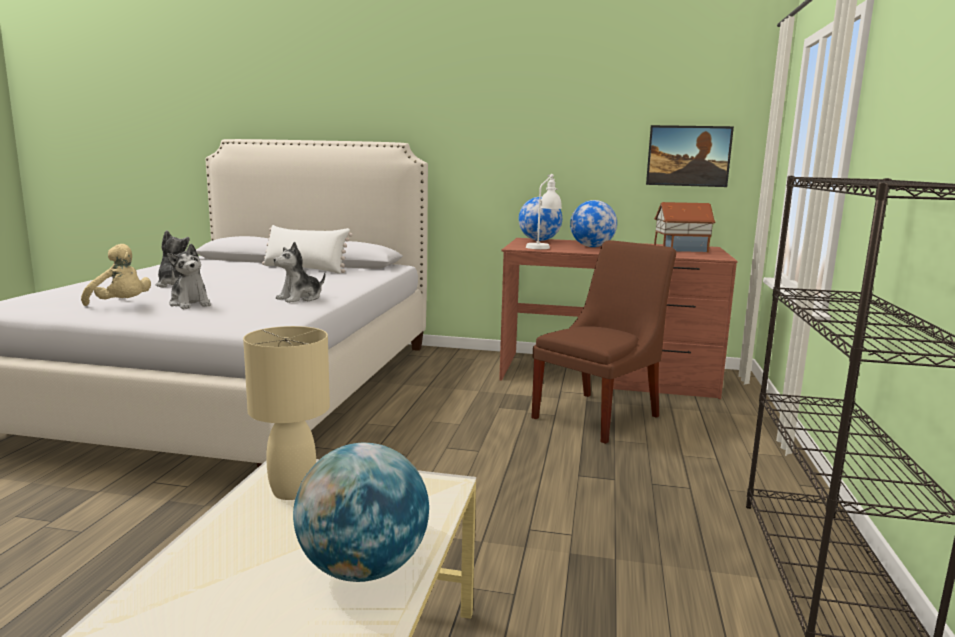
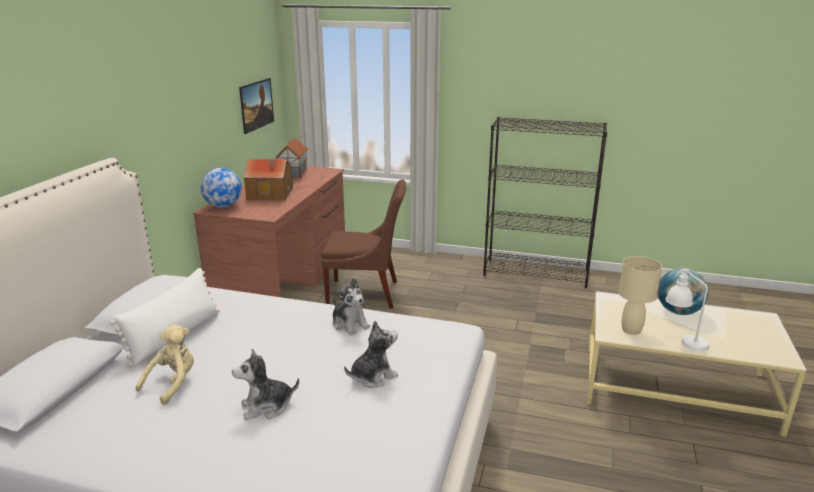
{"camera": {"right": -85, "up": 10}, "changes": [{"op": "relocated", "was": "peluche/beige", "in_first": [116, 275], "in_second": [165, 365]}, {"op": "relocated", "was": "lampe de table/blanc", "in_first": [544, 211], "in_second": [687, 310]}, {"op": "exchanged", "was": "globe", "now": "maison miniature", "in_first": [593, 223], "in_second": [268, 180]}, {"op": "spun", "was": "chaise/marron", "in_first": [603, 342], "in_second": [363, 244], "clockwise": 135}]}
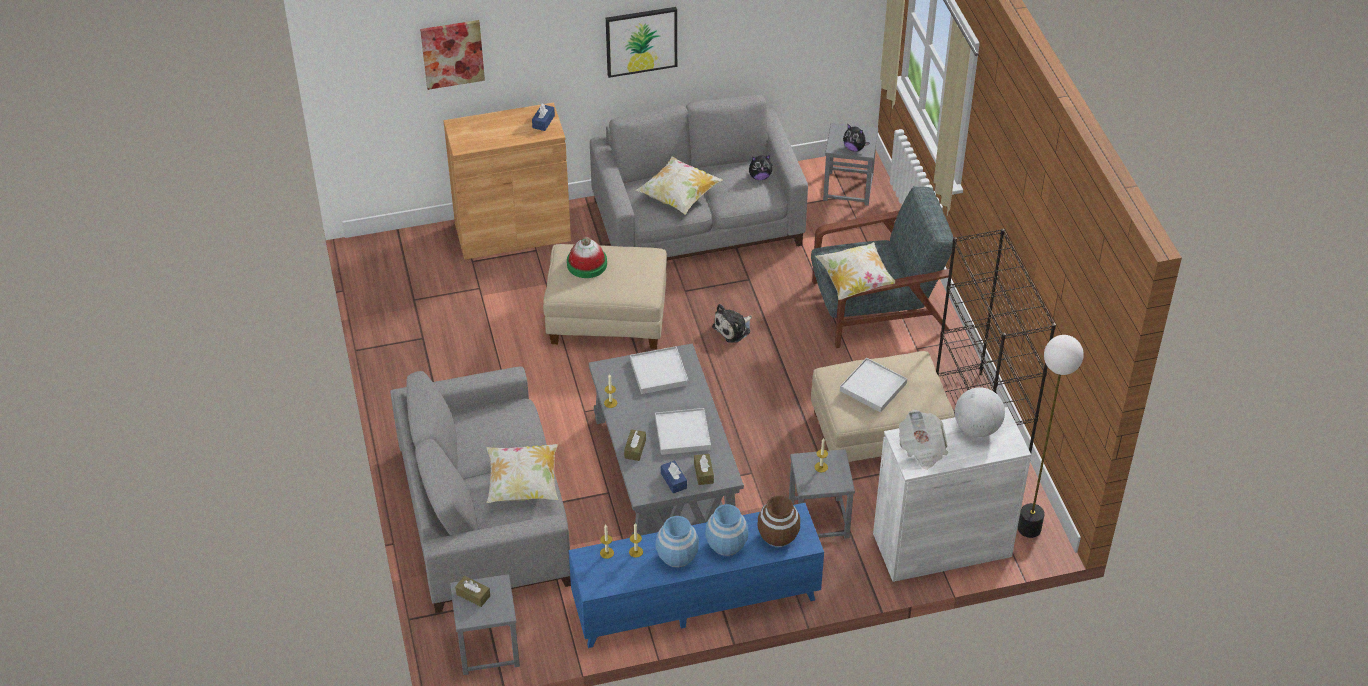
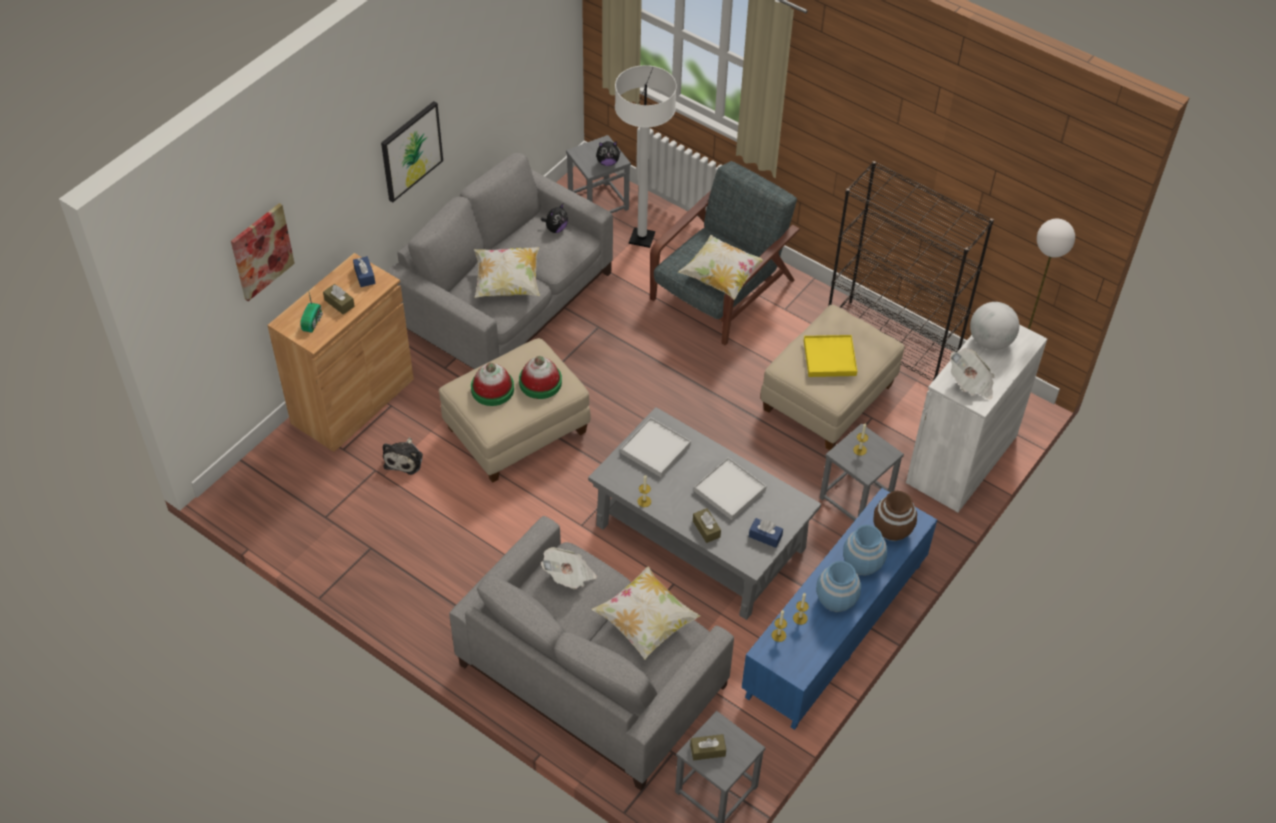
{"camera": {"right": -40, "up": 5}, "changes": [{"op": "appeared", "now": "radio", "in_second": [311, 311]}, {"op": "appeared", "now": "chapeau", "in_second": [540, 377]}, {"op": "appeared", "now": "journal", "in_second": [569, 568]}, {"op": "appeared", "now": "lampadaire/blanc", "in_second": [646, 156]}, {"op": "relocated", "was": "boîte à mouchoirs/marron", "in_first": [704, 469], "in_second": [339, 299]}, {"op": "relocated", "was": "peluche", "in_first": [732, 323], "in_second": [403, 456]}, {"op": "colour", "was": "plateau/blanc", "now": "plateau/jaune", "in_first": [873, 385], "in_second": [830, 356]}]}
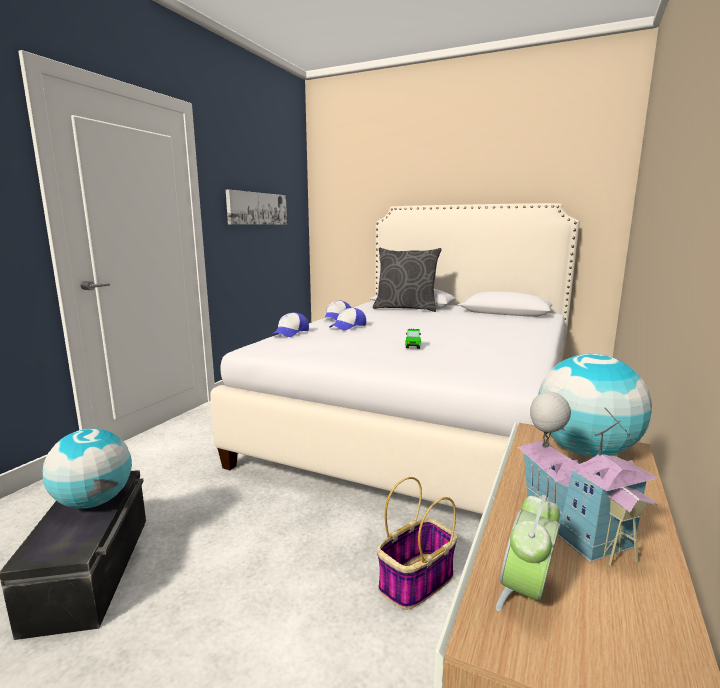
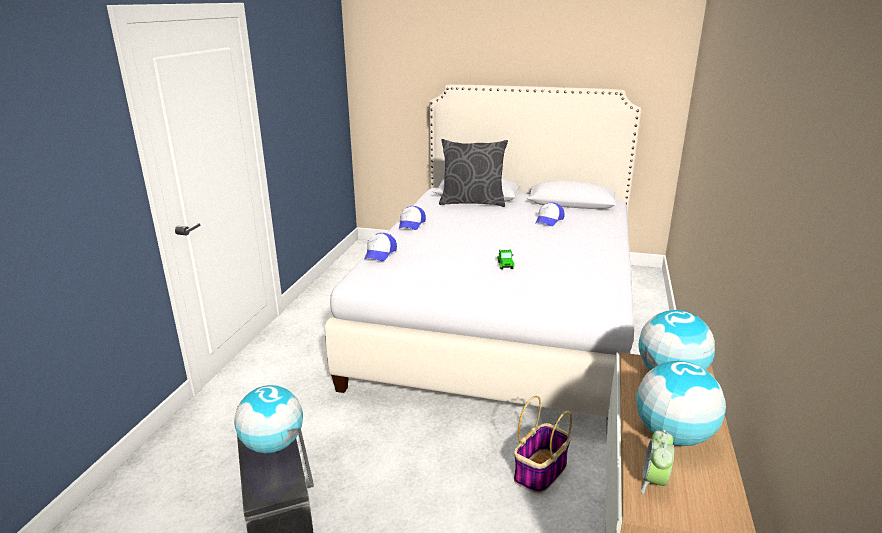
{"camera": {"right": -10, "up": 10}, "changes": [{"op": "missing", "was": "tableau", "in_first": [256, 207]}, {"op": "relocated", "was": "casquette", "in_first": [347, 319], "in_second": [550, 214]}, {"op": "exchanged", "was": "maison miniature", "now": "globe", "in_first": [588, 478], "in_second": [681, 403]}]}
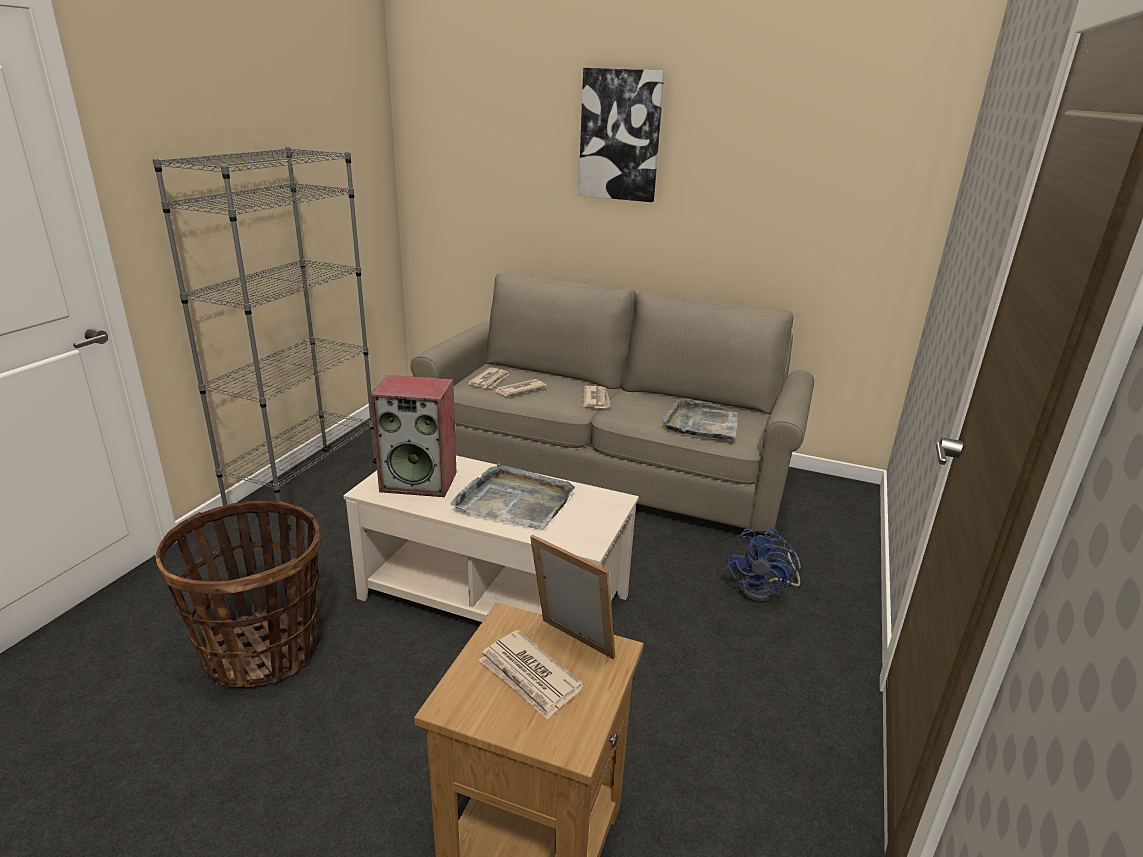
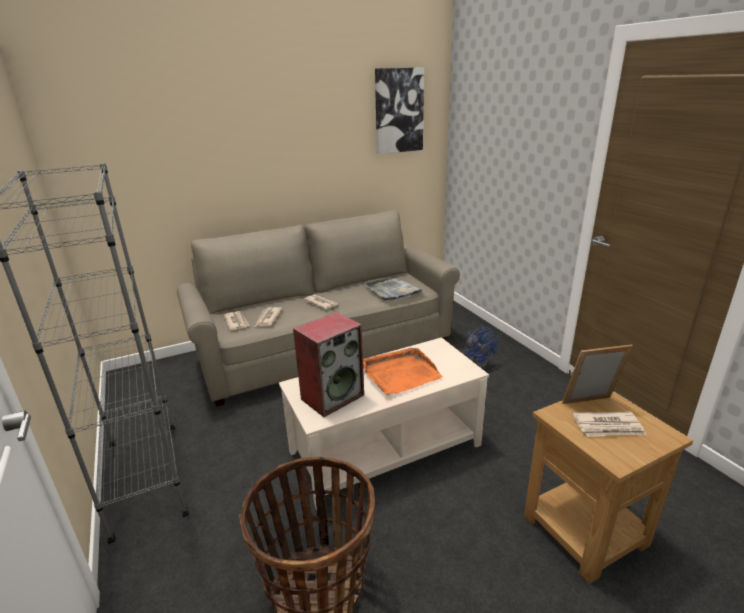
{"camera": {"right": -45, "up": 0}, "changes": [{"op": "relocated", "was": "tableau", "in_first": [621, 135], "in_second": [399, 110]}, {"op": "colour", "was": "plateau/gris", "now": "plateau/orange", "in_first": [512, 496], "in_second": [403, 371]}]}
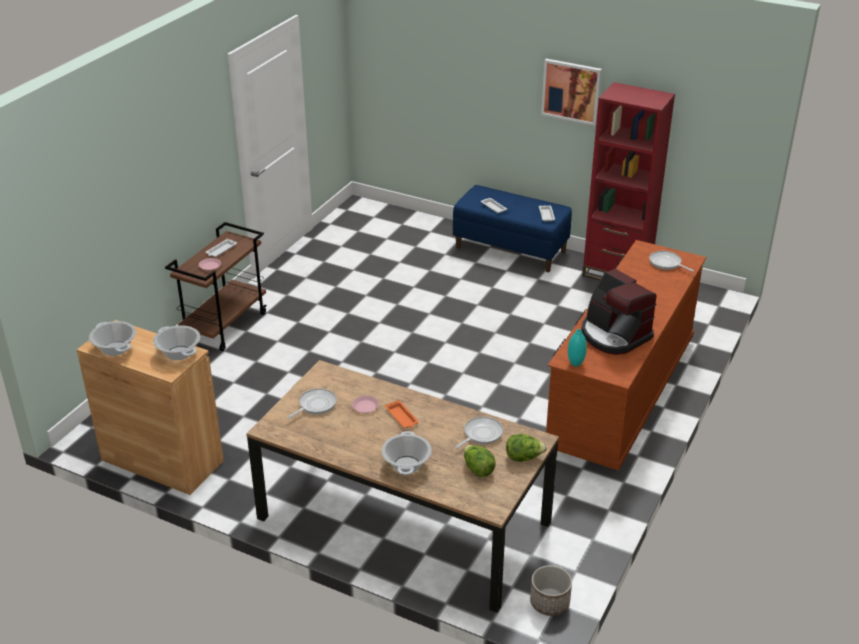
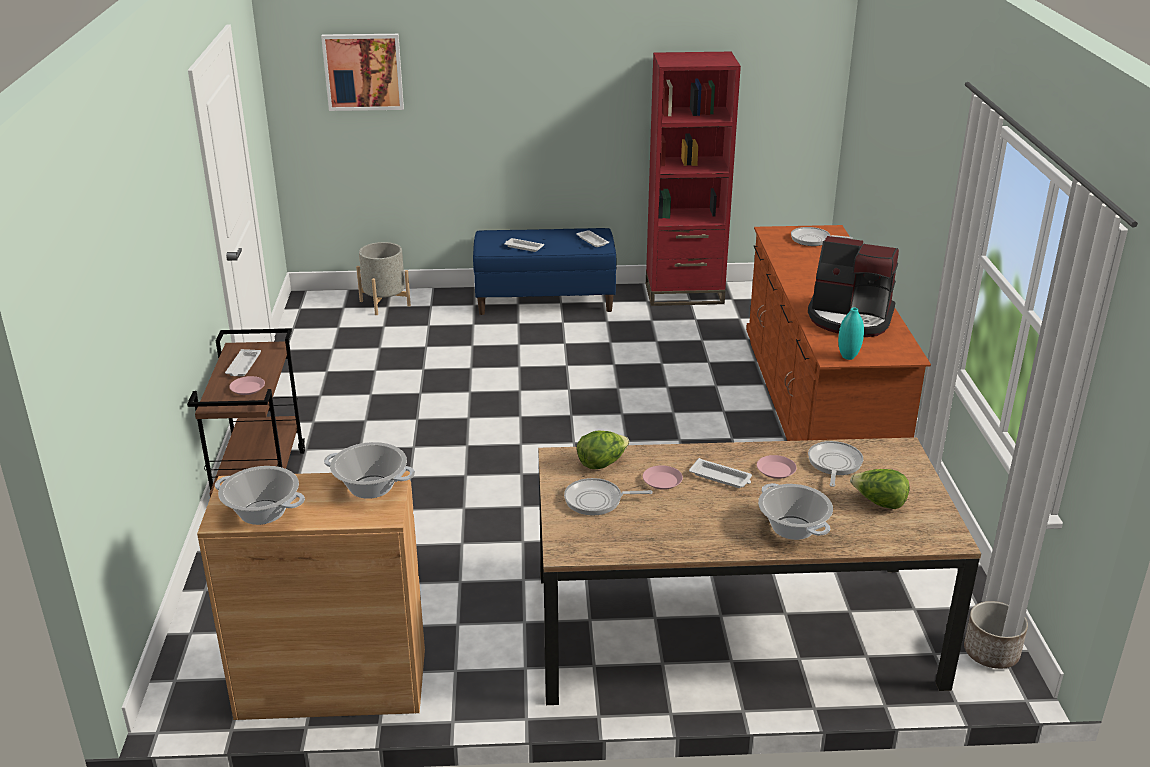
{"camera": {"right": -30, "up": -5}, "changes": [{"op": "appeared", "now": "cache-pot/gris", "in_second": [383, 278]}, {"op": "appeared", "now": "assiette/rose", "in_second": [777, 467]}, {"op": "relocated", "was": "laitue", "in_first": [526, 448], "in_second": [603, 449]}, {"op": "relocated", "was": "tableau", "in_first": [571, 92], "in_second": [362, 72]}, {"op": "colour", "was": "plateau/orange", "now": "plateau/blanc", "in_first": [402, 414], "in_second": [720, 473]}, {"op": "spun", "was": "poêle", "in_first": [312, 403], "in_second": [608, 497], "clockwise": -105}]}
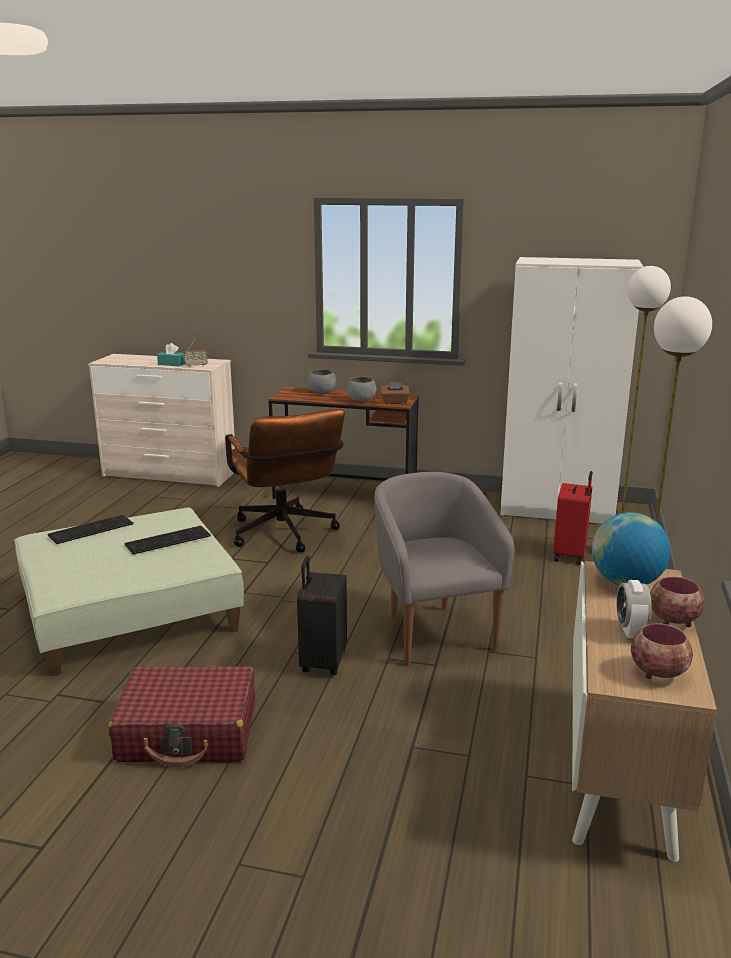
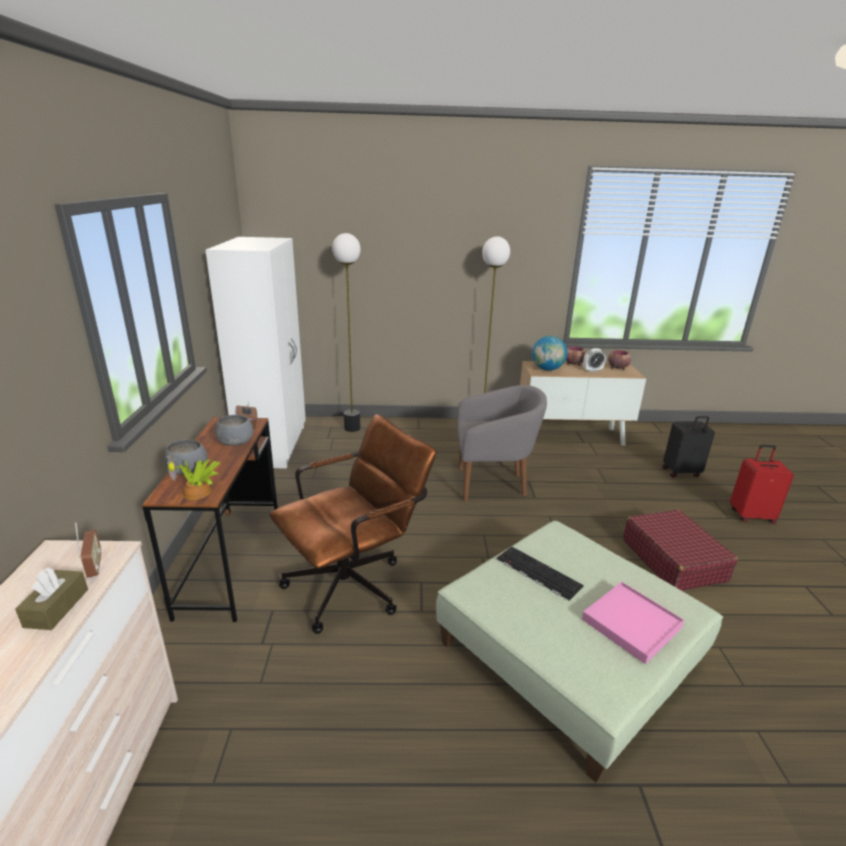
{"camera": {"right": -105, "up": 5}, "changes": [{"op": "missing", "was": "clavier", "in_first": [90, 529]}, {"op": "appeared", "now": "plante en pot", "in_second": [193, 476]}, {"op": "appeared", "now": "plateau/rose", "in_second": [633, 623]}, {"op": "relocated", "was": "valise/noir", "in_first": [322, 615], "in_second": [688, 446]}, {"op": "relocated", "was": "valise/rouge", "in_first": [573, 518], "in_second": [762, 484]}, {"op": "colour", "was": "boîte à mouchoirs/turquoise", "now": "boîte à mouchoirs/marron", "in_first": [171, 355], "in_second": [51, 598]}, {"op": "spun", "was": "fauteuil/gris", "in_first": [444, 569], "in_second": [502, 443], "clockwise": -150}]}
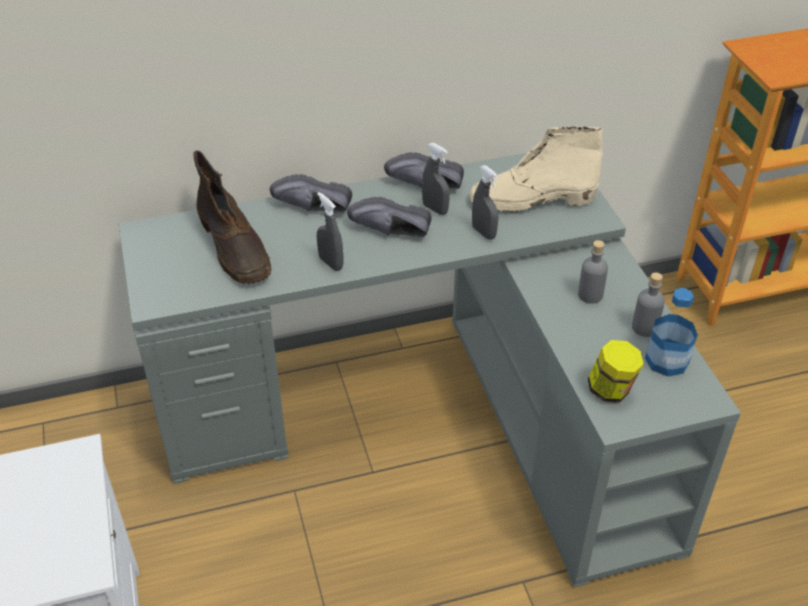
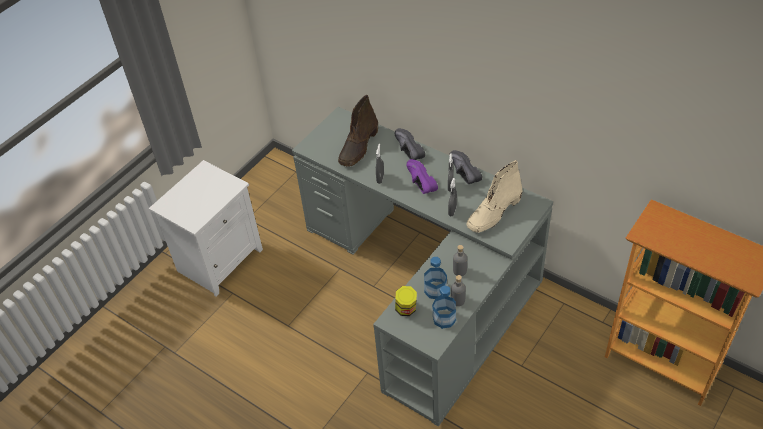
{"camera": {"right": 55, "up": 5}, "changes": [{"op": "appeared", "now": "bouteille", "in_second": [435, 278]}, {"op": "colour", "was": "chaussure/noir", "now": "chaussure/violet", "in_first": [389, 217], "in_second": [422, 176]}, {"op": "spun", "was": "botte/beige", "in_first": [536, 170], "in_second": [495, 196], "clockwise": -90}]}
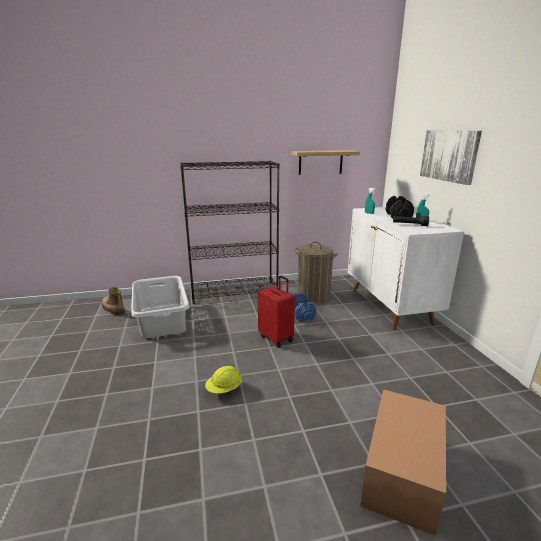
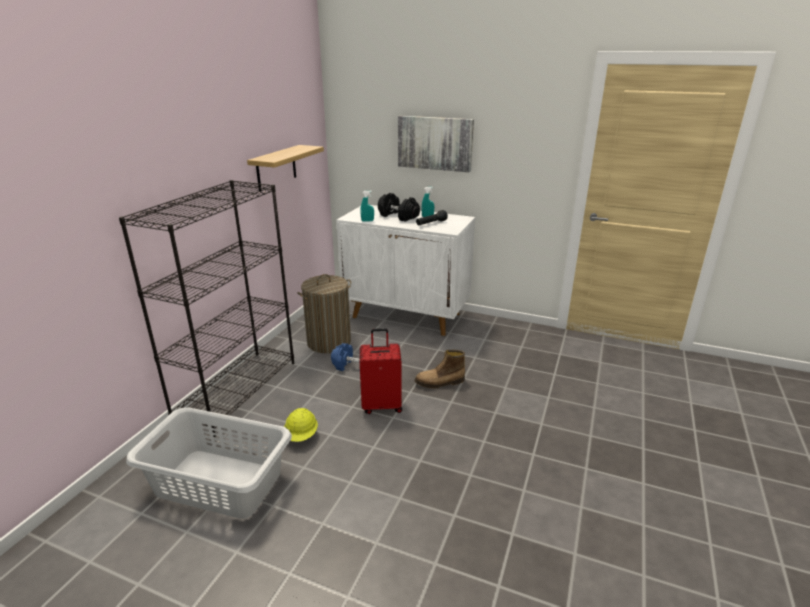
{"camera": {"right": -55, "up": 5}, "changes": [{"op": "missing", "was": "carton", "in_first": [403, 462]}, {"op": "relocated", "was": "botte", "in_first": [113, 301], "in_second": [440, 369]}, {"op": "relocated", "was": "casque de chantier/jaune", "in_first": [223, 380], "in_second": [301, 425]}]}
